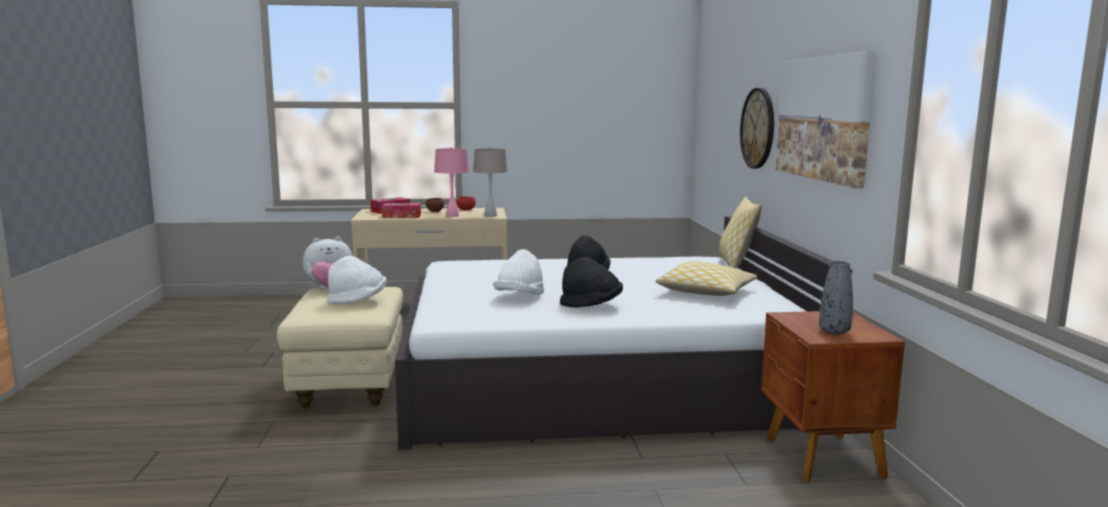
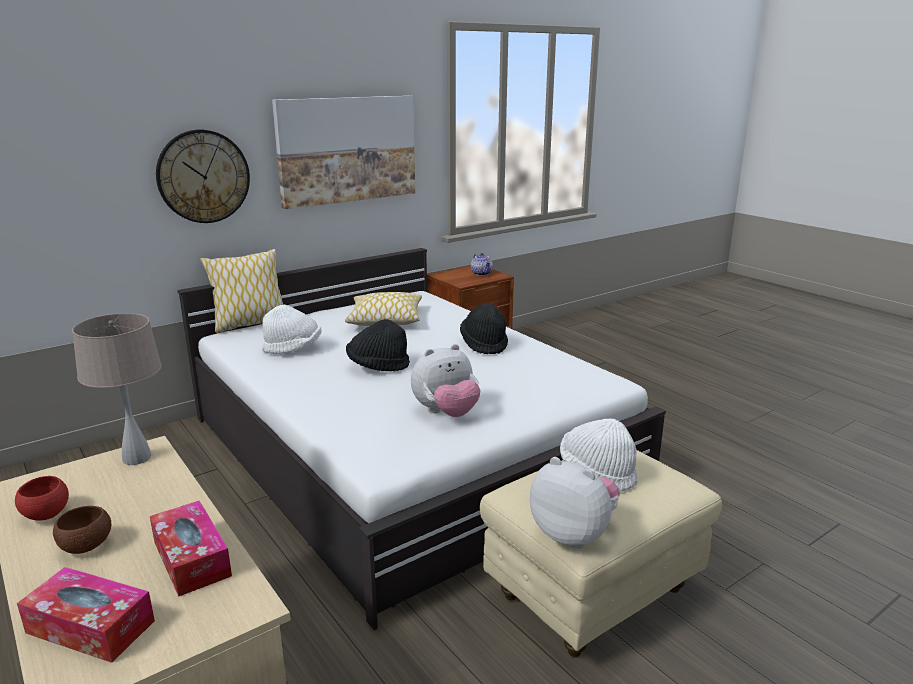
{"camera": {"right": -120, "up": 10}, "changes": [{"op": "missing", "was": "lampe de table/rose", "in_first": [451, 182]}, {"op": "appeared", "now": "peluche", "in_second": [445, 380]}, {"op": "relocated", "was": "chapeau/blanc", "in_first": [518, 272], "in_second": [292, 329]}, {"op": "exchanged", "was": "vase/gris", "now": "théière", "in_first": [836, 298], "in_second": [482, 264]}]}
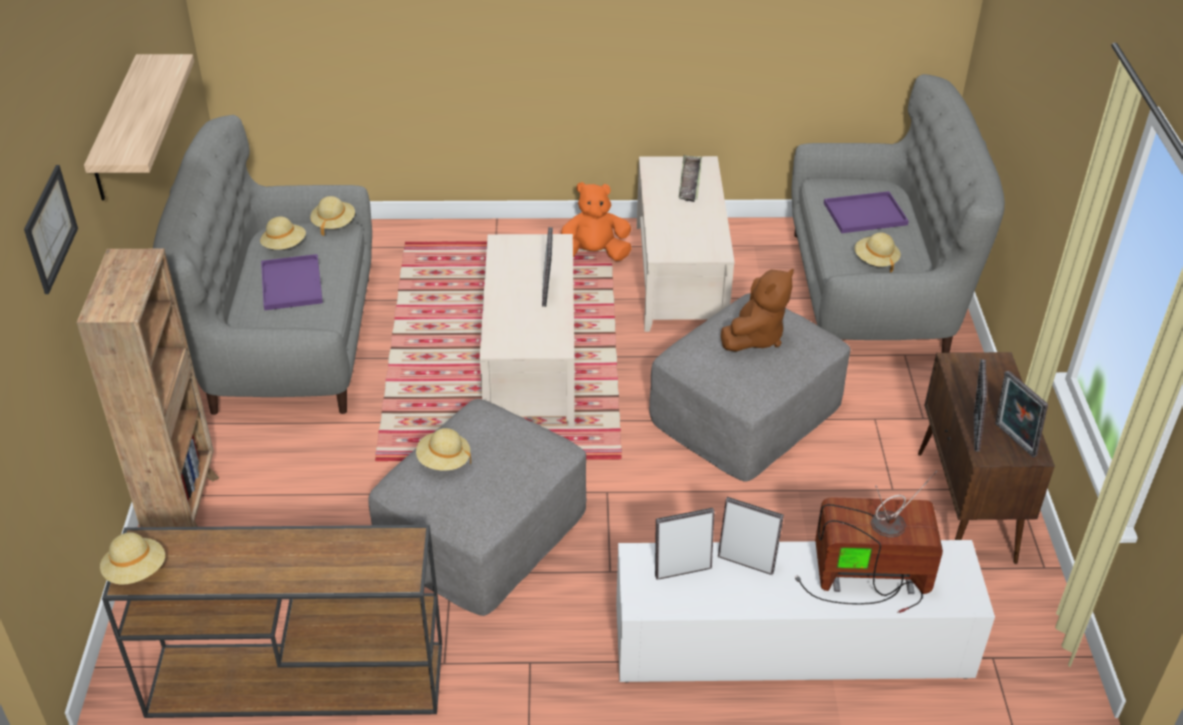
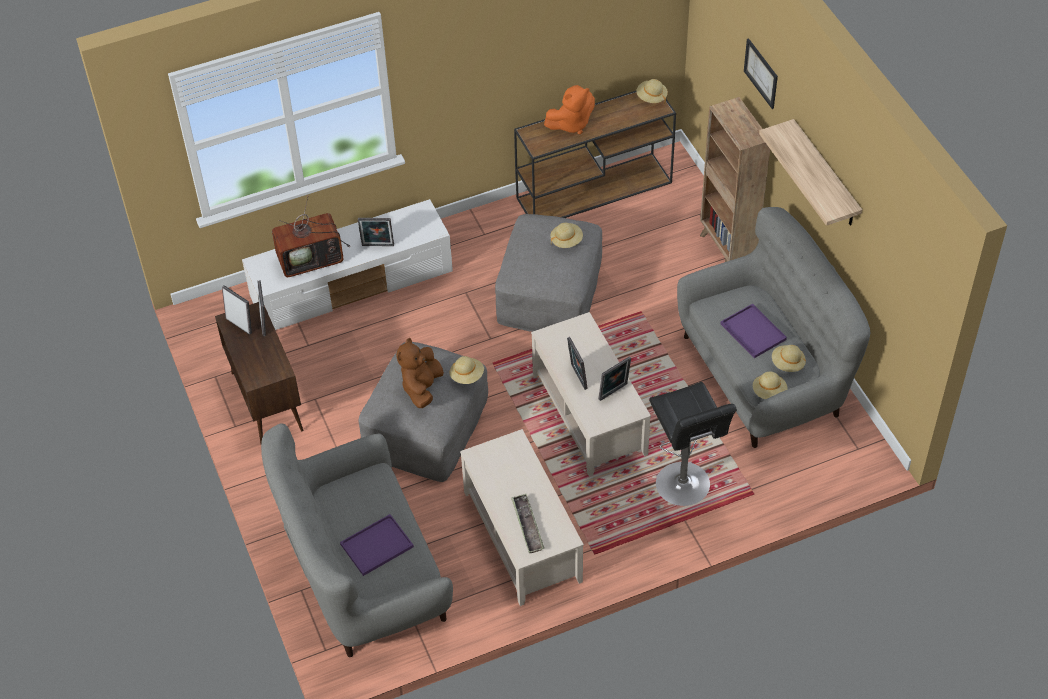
{"camera": {"right": 160, "up": 10}, "changes": [{"op": "appeared", "now": "tabouret/noir", "in_second": [693, 444]}, {"op": "relocated", "was": "peluche/orange", "in_first": [596, 221], "in_second": [569, 109]}, {"op": "relocated", "was": "cadre photo", "in_first": [685, 544], "in_second": [614, 379]}, {"op": "relocated", "was": "chapeau/beige", "in_first": [877, 252], "in_second": [467, 370]}]}
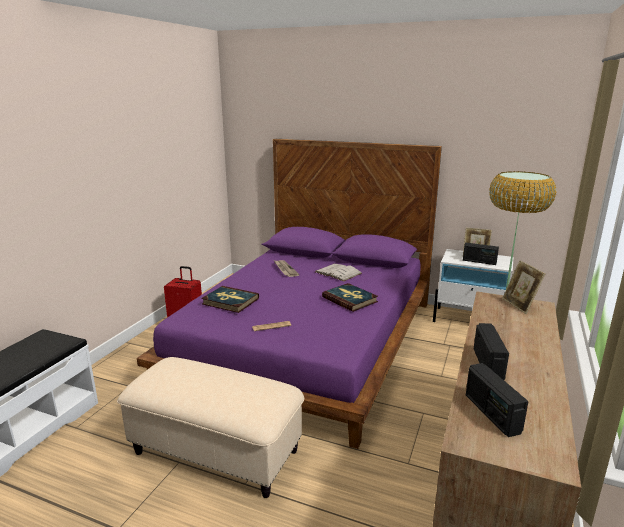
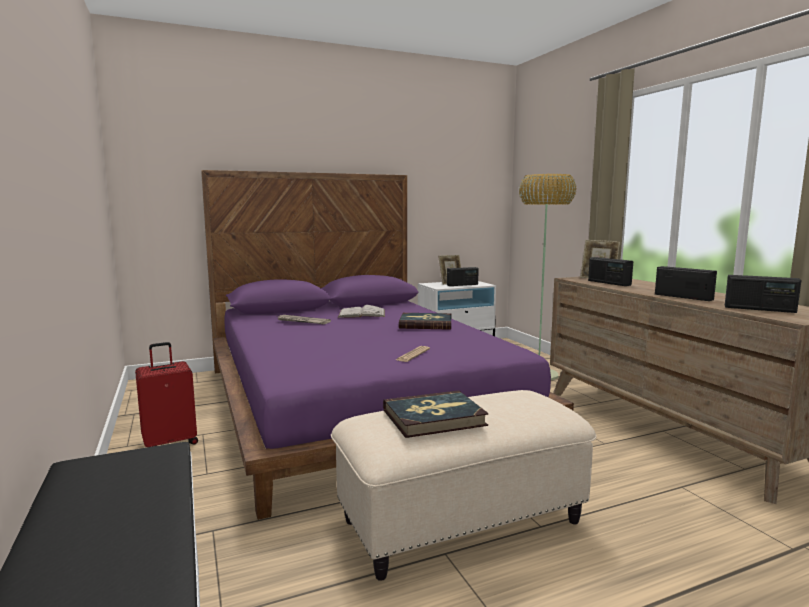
{"camera": {"right": -45, "up": -10}, "changes": [{"op": "appeared", "now": "radio", "in_second": [610, 271]}, {"op": "relocated", "was": "livre", "in_first": [230, 299], "in_second": [436, 414]}]}
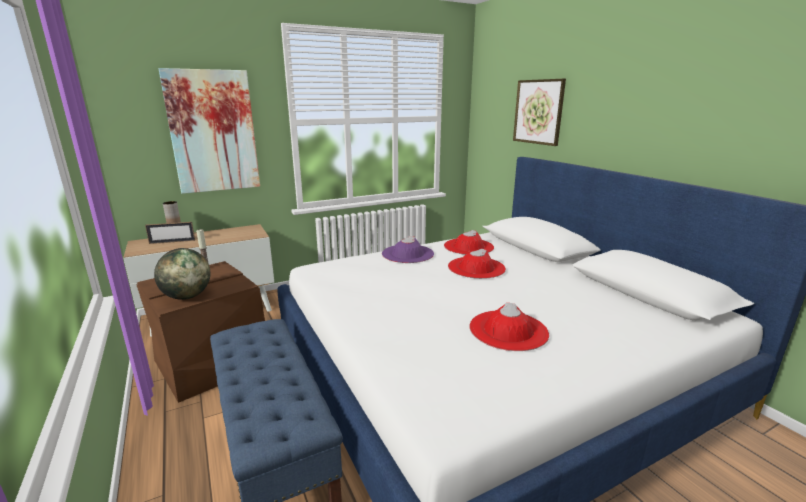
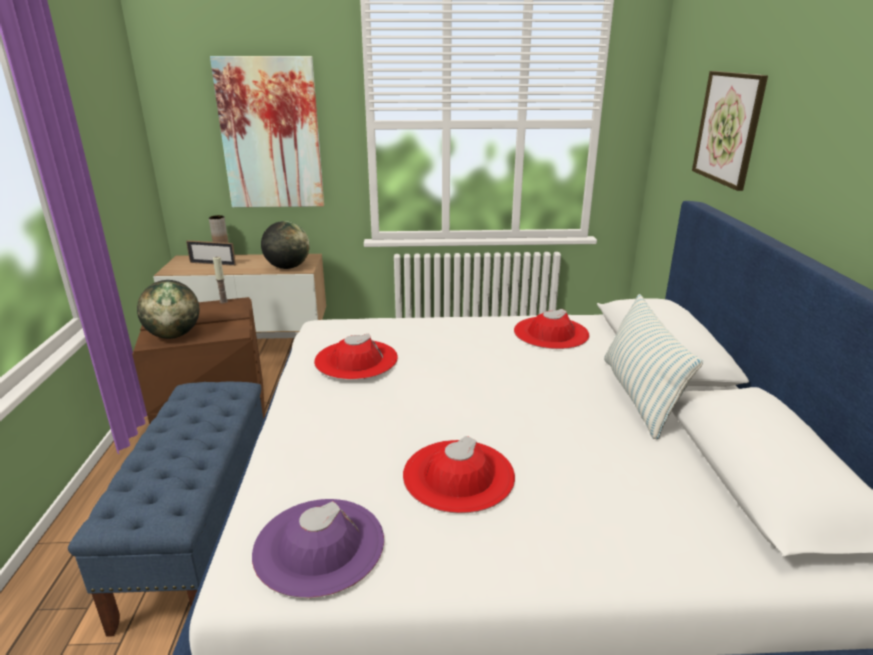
{"camera": {"right": 25, "up": 5}, "changes": [{"op": "appeared", "now": "globe", "in_second": [285, 245]}, {"op": "appeared", "now": "coussin", "in_second": [653, 367]}, {"op": "relocated", "was": "chapeau/violet", "in_first": [408, 249], "in_second": [318, 548]}, {"op": "relocated", "was": "chapeau/rouge", "in_first": [477, 263], "in_second": [356, 356]}]}
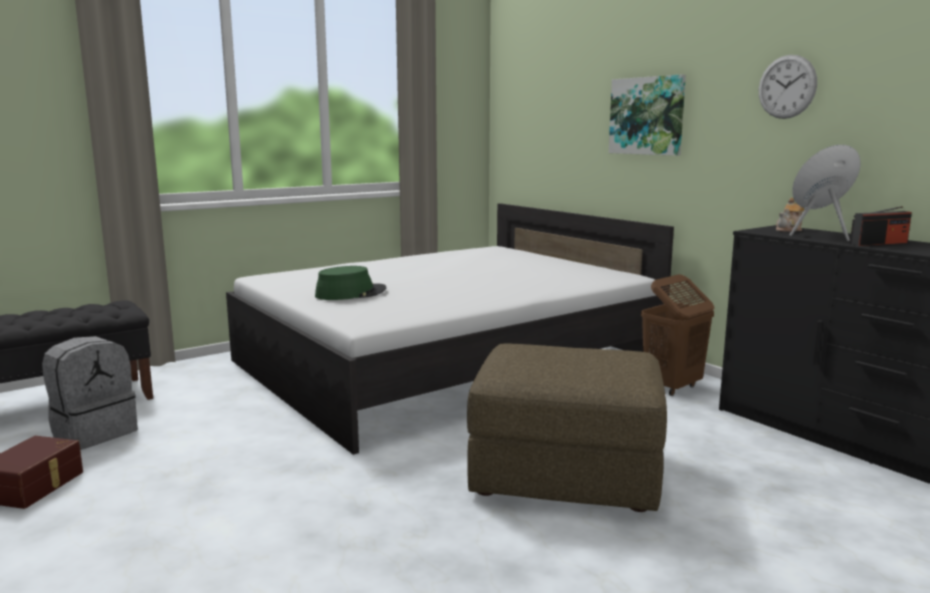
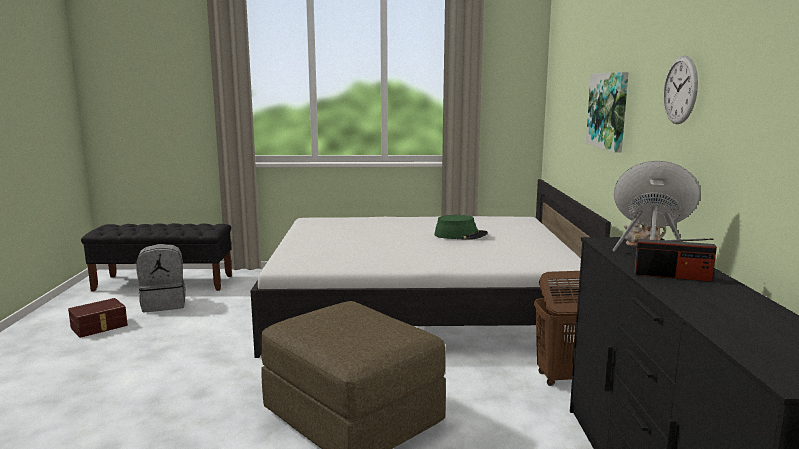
{"camera": {"right": 35, "up": 0}, "changes": [{"op": "relocated", "was": "chapeau/vert", "in_first": [350, 283], "in_second": [461, 227]}]}
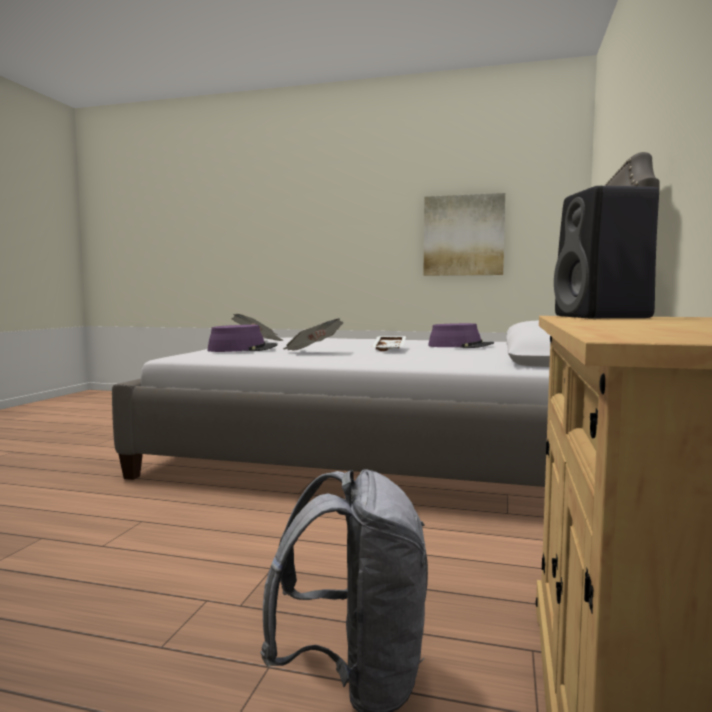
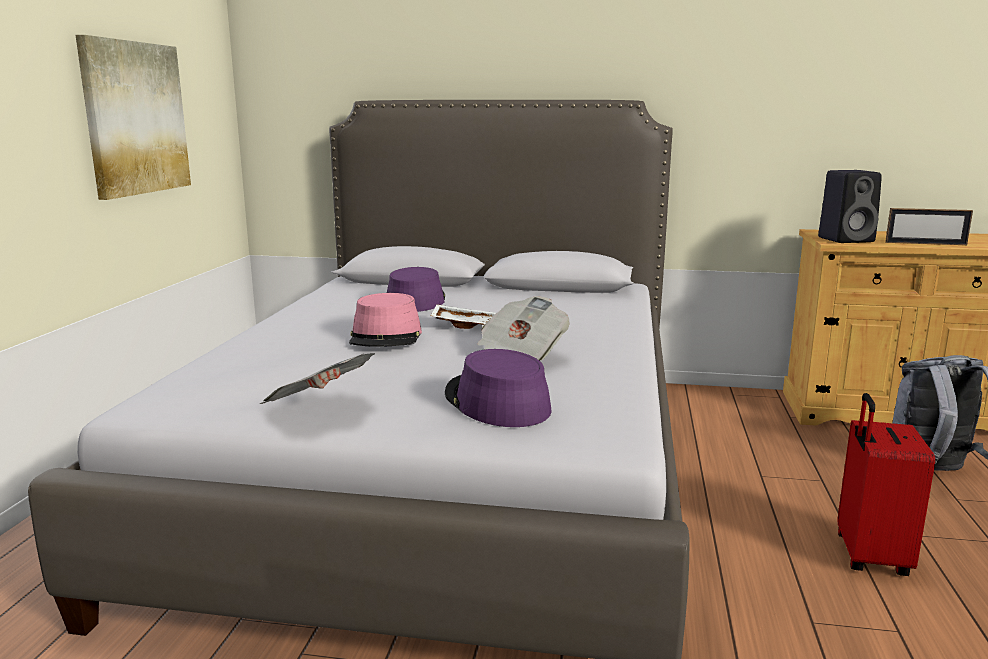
{"camera": {"right": -95, "up": 10}, "changes": [{"op": "appeared", "now": "chapeau/rose", "in_second": [385, 320]}, {"op": "appeared", "now": "valise/rouge", "in_second": [886, 484]}, {"op": "appeared", "now": "cadre photo", "in_second": [929, 226]}]}
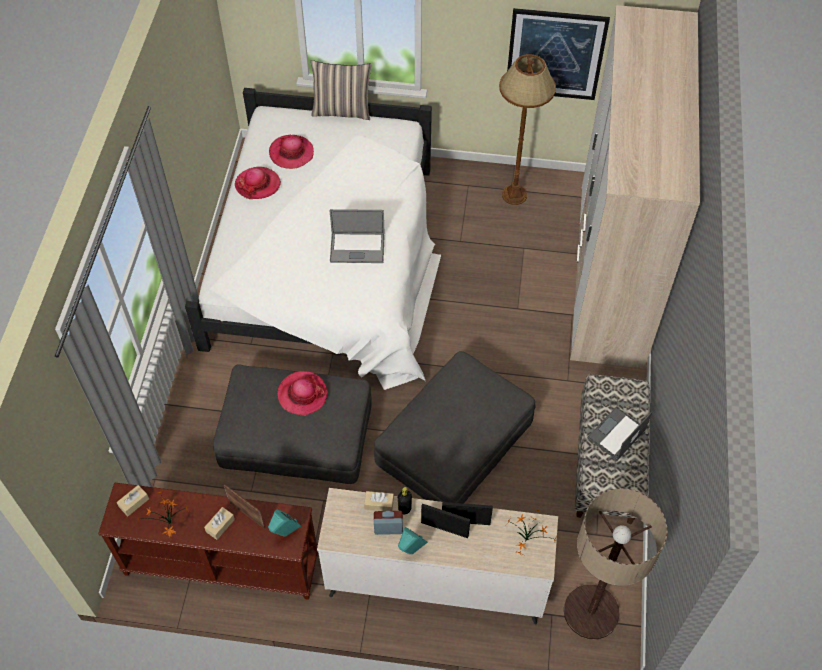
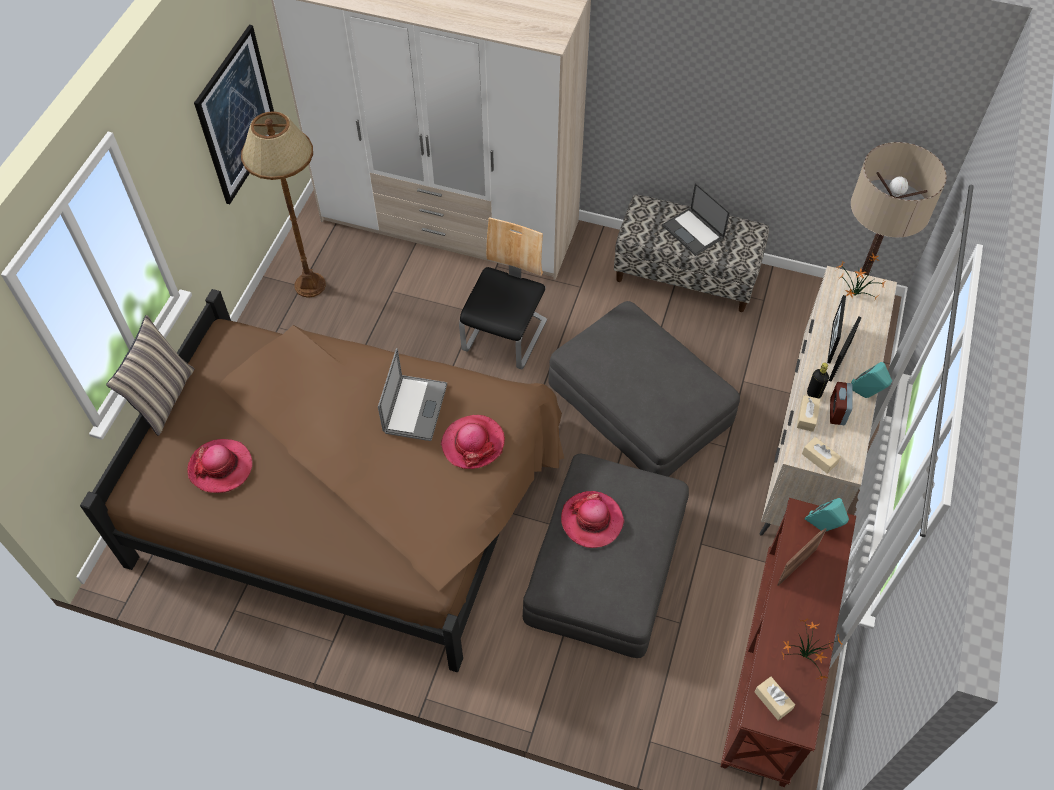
{"camera": {"right": -80, "up": 0}, "changes": [{"op": "appeared", "now": "chaise", "in_second": [503, 293]}, {"op": "relocated", "was": "boîte à mouchoirs/beige", "in_first": [219, 523], "in_second": [821, 455]}, {"op": "relocated", "was": "chapeau", "in_first": [258, 183], "in_second": [473, 442]}, {"op": "colour", "was": "lit/blanc", "now": "lit/marron", "in_first": [313, 239], "in_second": [322, 480]}]}
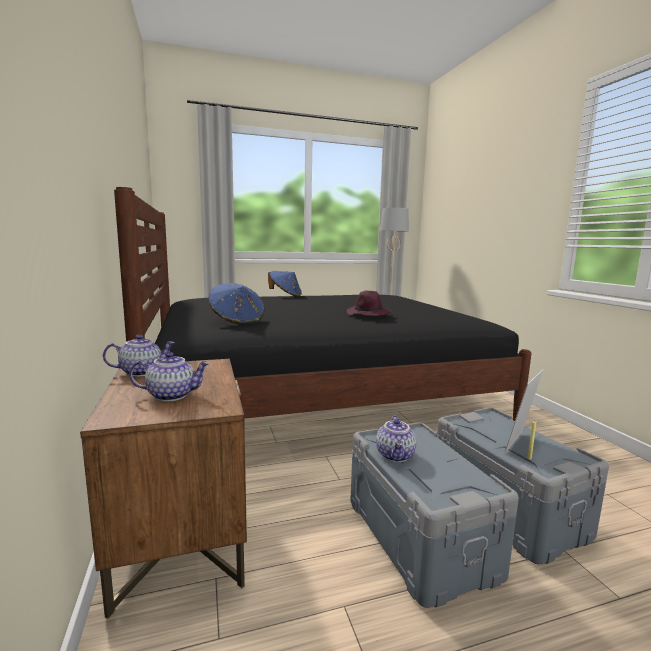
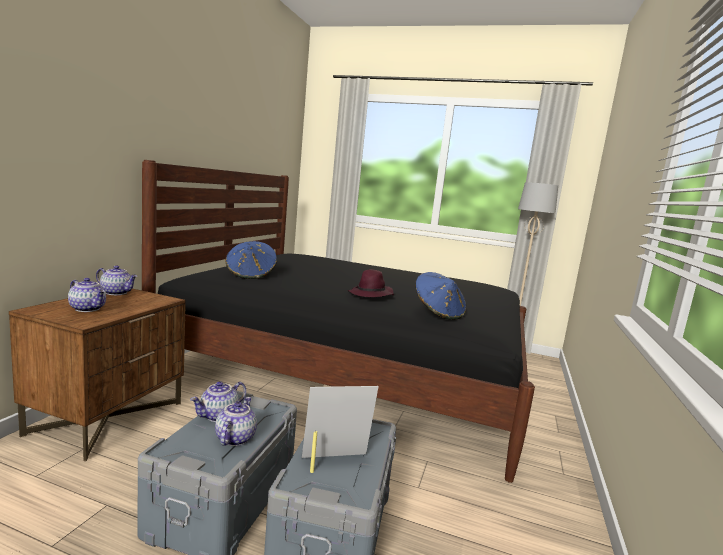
{"camera": {"right": 35, "up": 0}, "changes": [{"op": "appeared", "now": "théière", "in_second": [236, 421]}, {"op": "relocated", "was": "chapeau/bleu", "in_first": [285, 284], "in_second": [440, 296]}]}
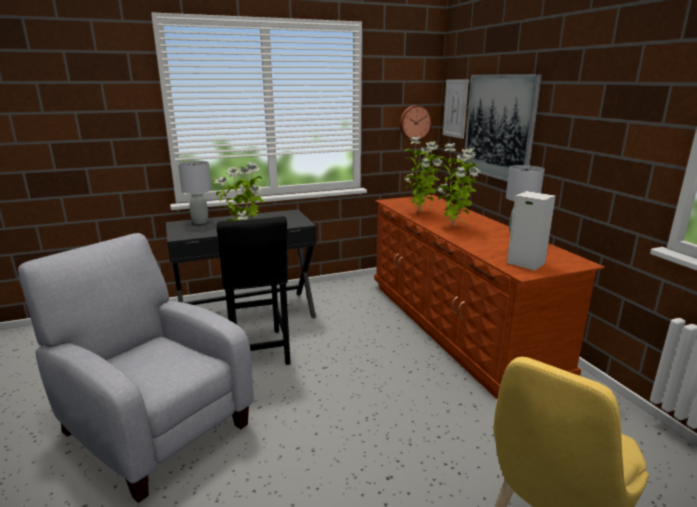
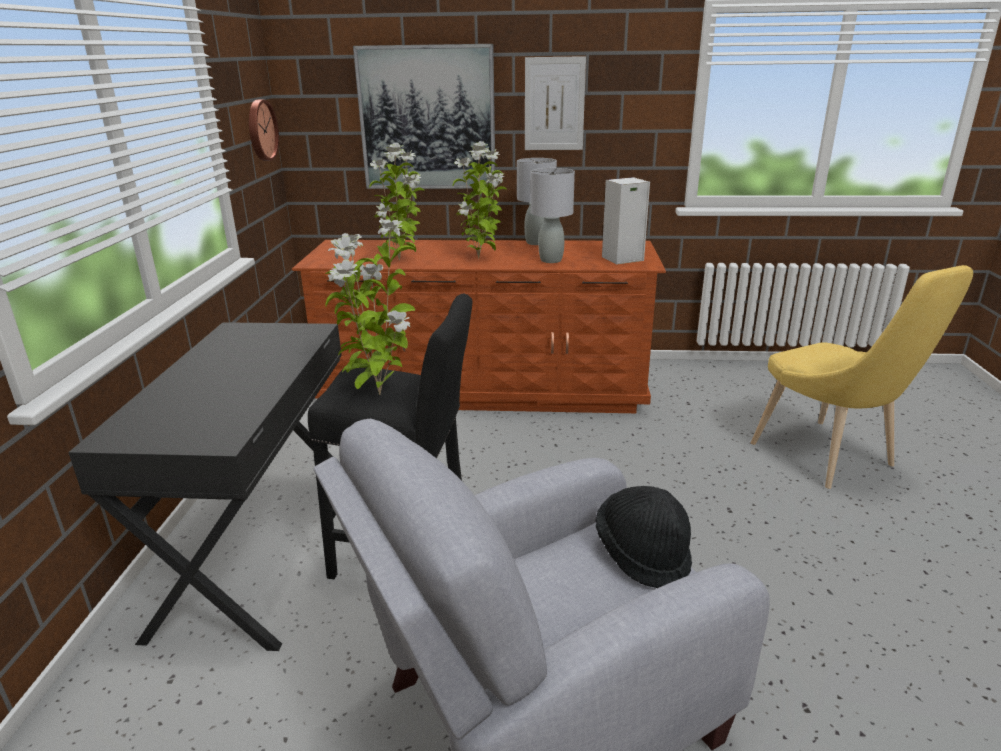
{"camera": {"right": -65, "up": 5}, "changes": [{"op": "appeared", "now": "chapeau/noir", "in_second": [643, 537]}, {"op": "relocated", "was": "lampe de table/gris", "in_first": [195, 192], "in_second": [553, 215]}, {"op": "relocated", "was": "tableau", "in_first": [456, 109], "in_second": [555, 103]}]}
